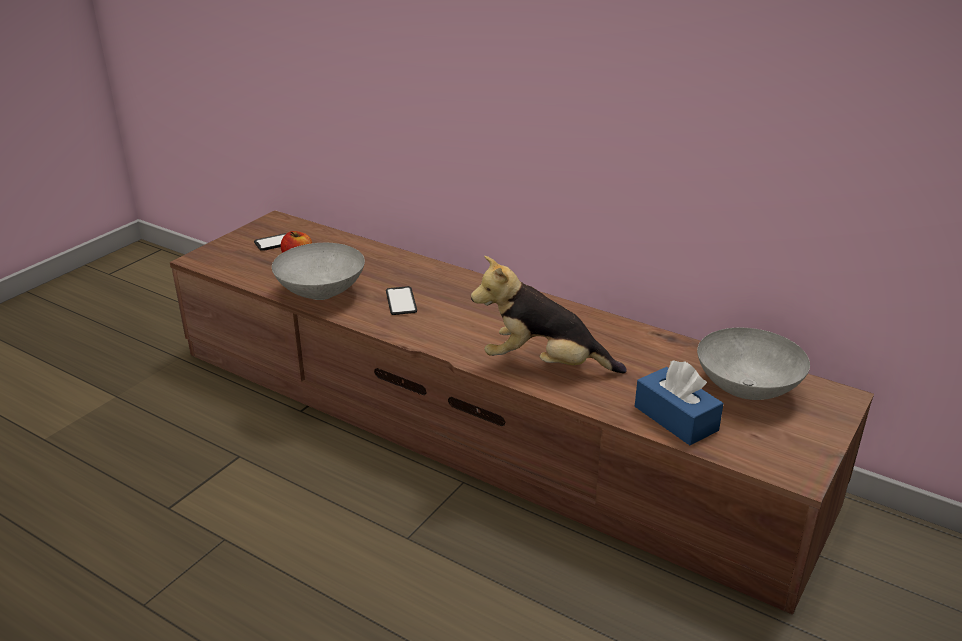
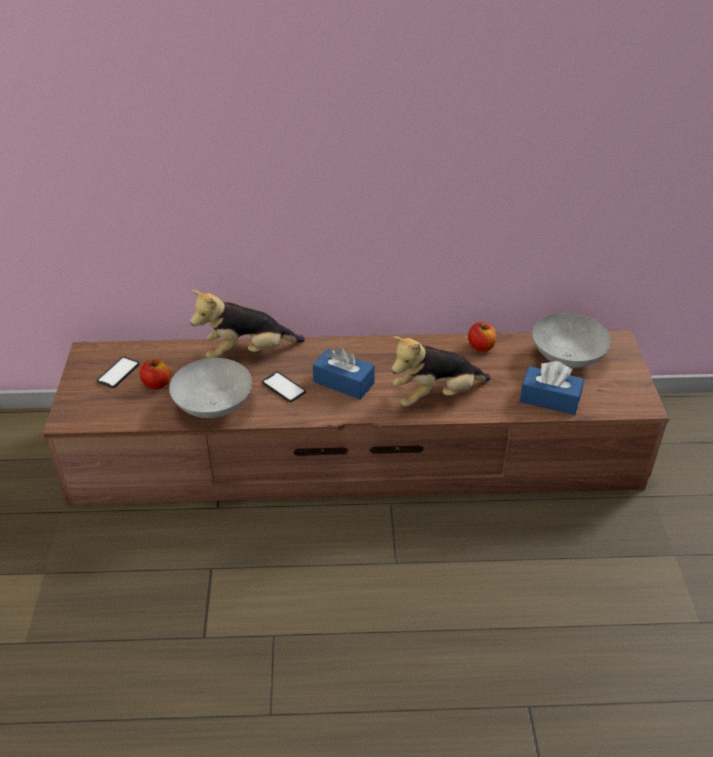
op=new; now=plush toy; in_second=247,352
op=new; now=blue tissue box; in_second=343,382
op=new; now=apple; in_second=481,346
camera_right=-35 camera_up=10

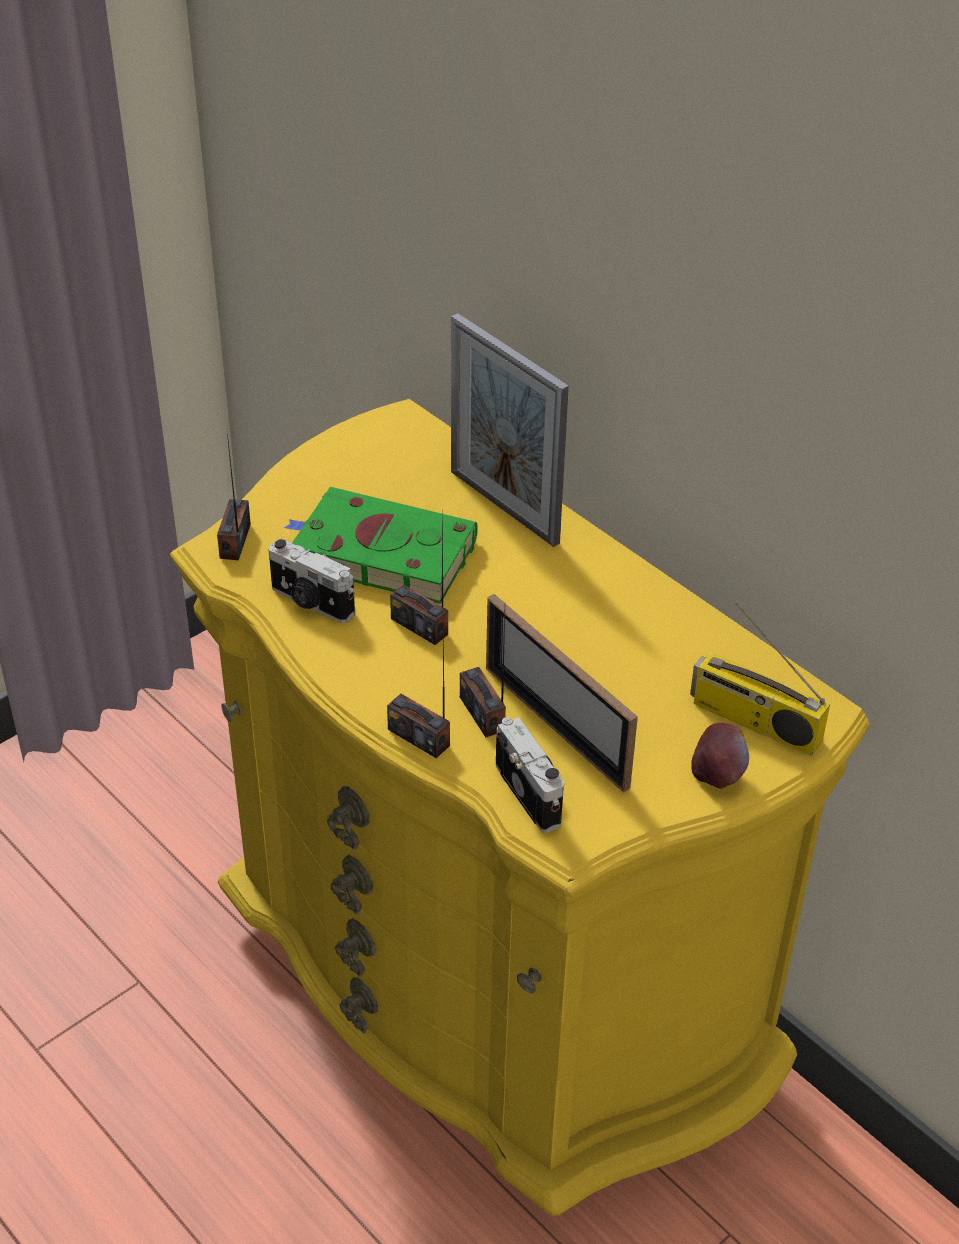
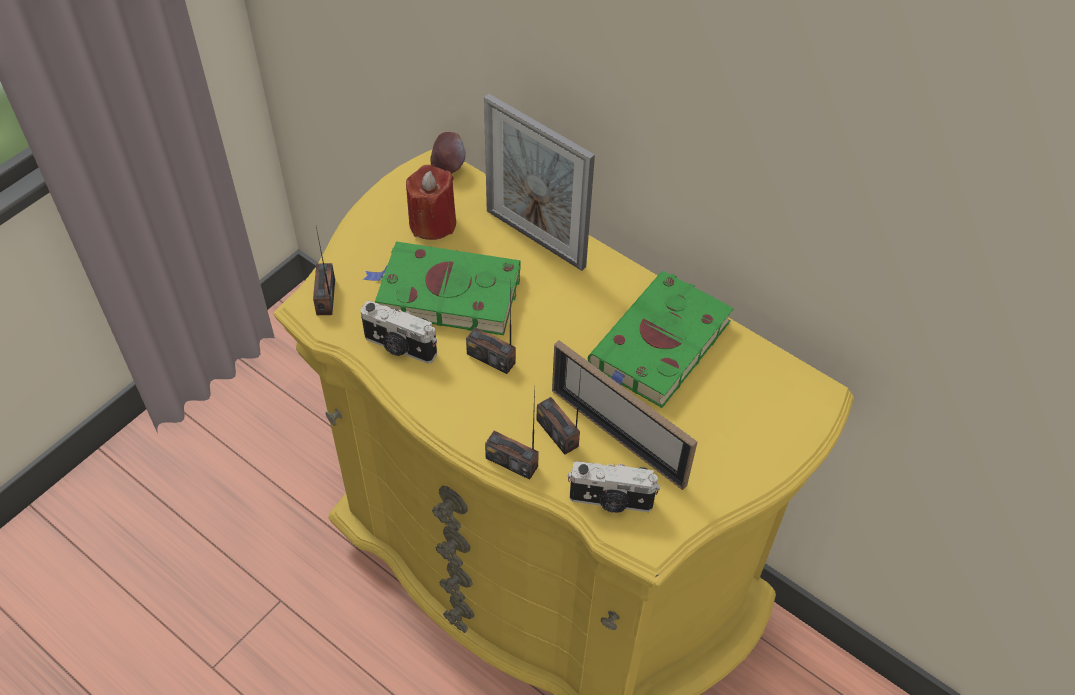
op=gone; was=radio; in_first=753,722
op=new; now=red candle; in_second=432,223
op=new; now=green book; in_second=658,347
op=shifted; was=apple; in_first=717,774; in_second=448,166
op=rotated; was=photo camera; in_first=531,793; in_second=611,501; clockwise=135
camera_right=-10 camera_up=10

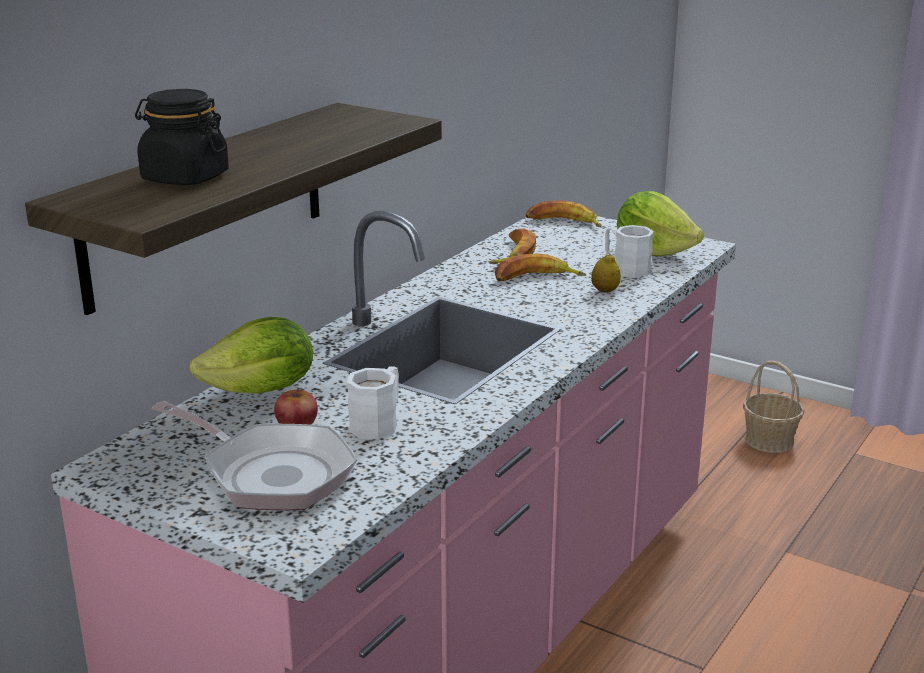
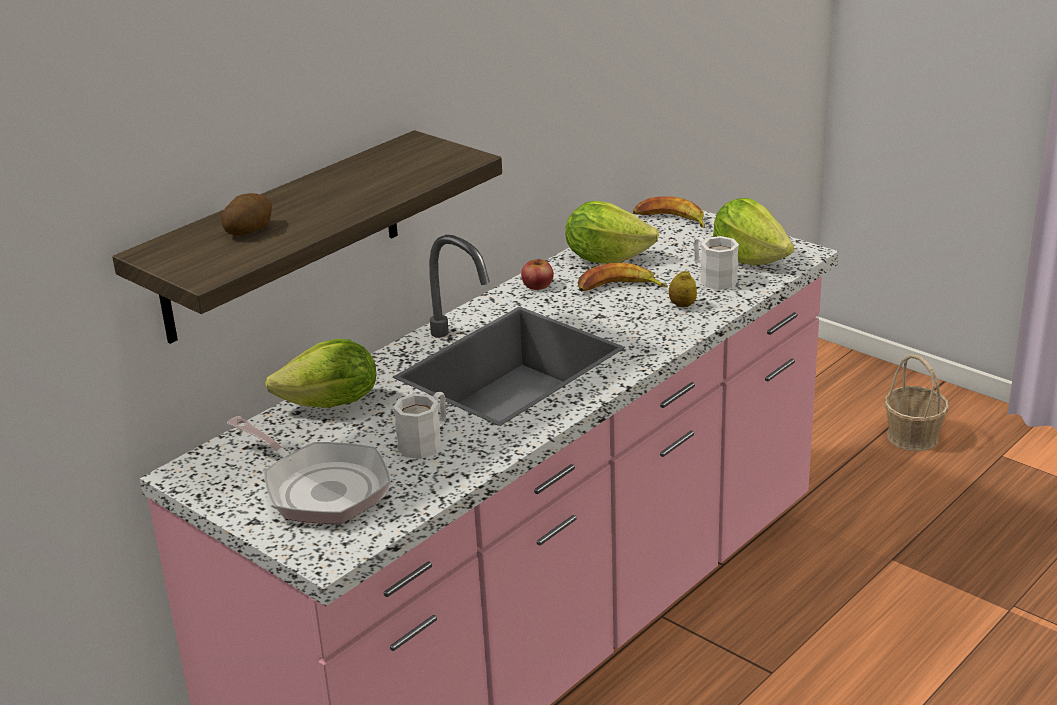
op=shifted; was=apple; in_first=297,423; in_second=537,285
op=swapped; was=black jar; now=potato; in_first=184,178; in_second=249,229
op=swapped; was=banana; now=lettuce; in_first=512,254; in_second=606,258
camera_right=10 camera_up=5

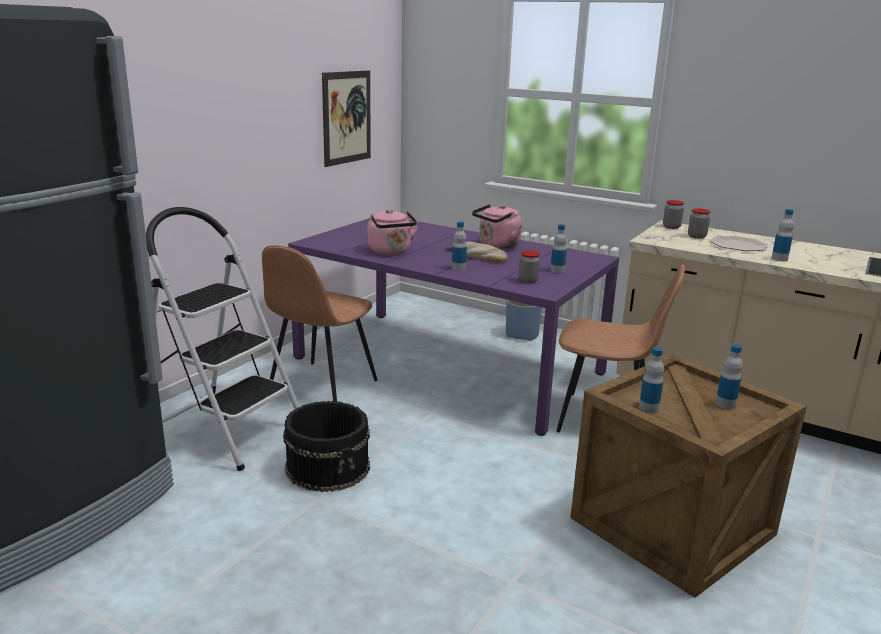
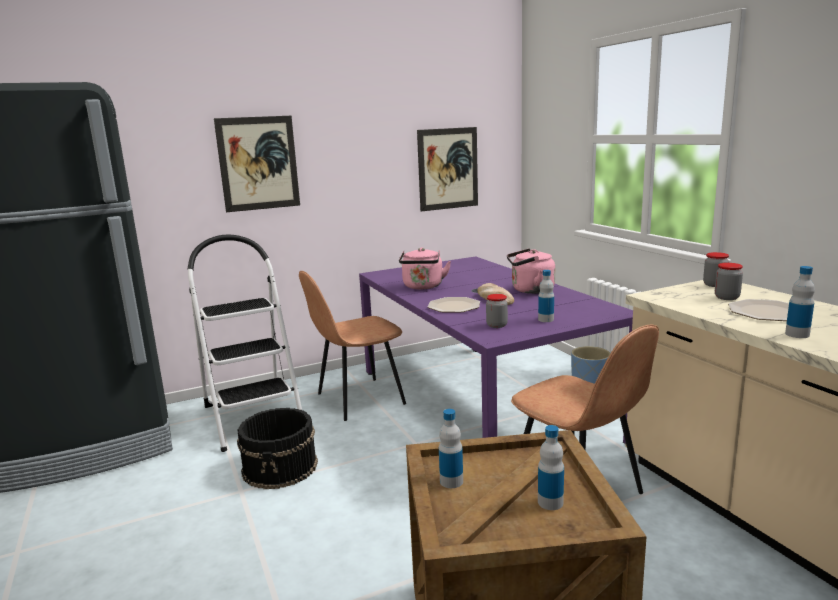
op=new; now=picture; in_second=258,163
op=swapped; was=bottle; now=plate; in_first=458,268; in_second=453,306
camera_right=35 camera_up=-5

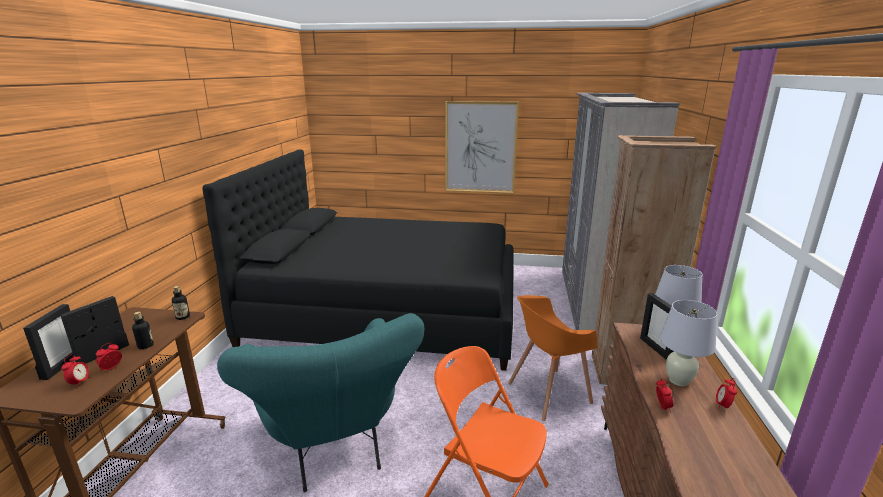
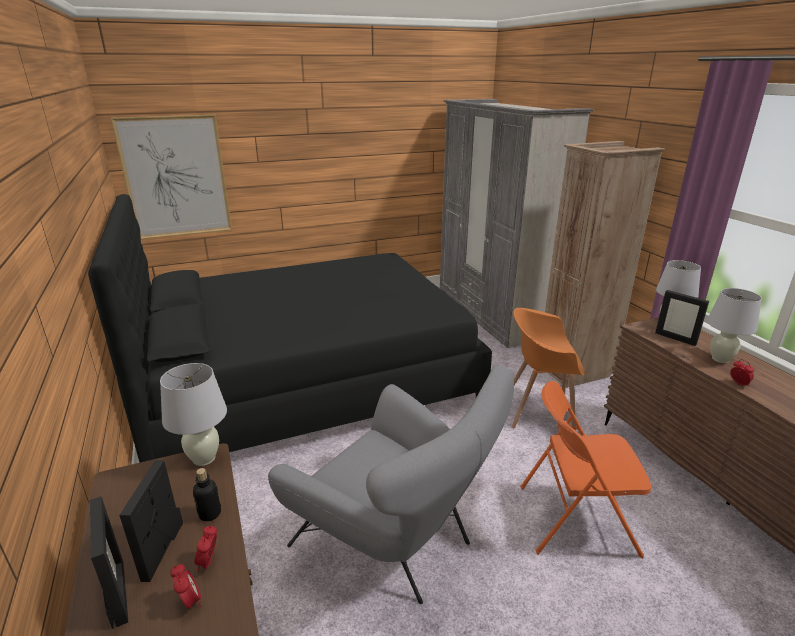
op=gone; was=alarm clock; in_first=722,406
op=shifted; was=picture; in_first=480,148; in_second=176,177
op=swapped; was=bottle; now=white table lamp; in_first=183,317; in_second=203,458
op=repainted; was=turquoise armchair; now=grey armchair; in_first=332,443; in_second=397,540
op=rotated; was=orange chair; in_first=548,394; in_second=538,411; clockwise=60
camera_right=-30 camera_up=5

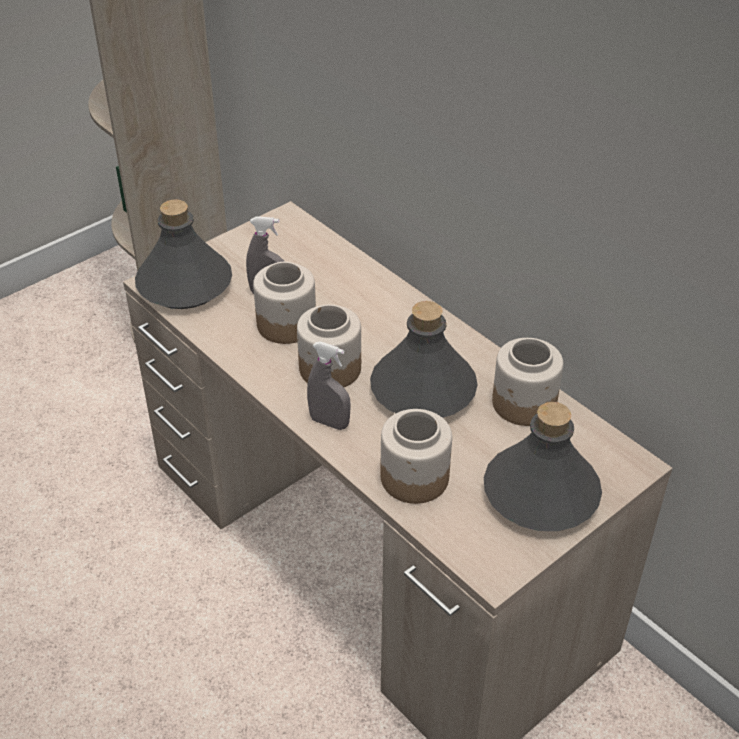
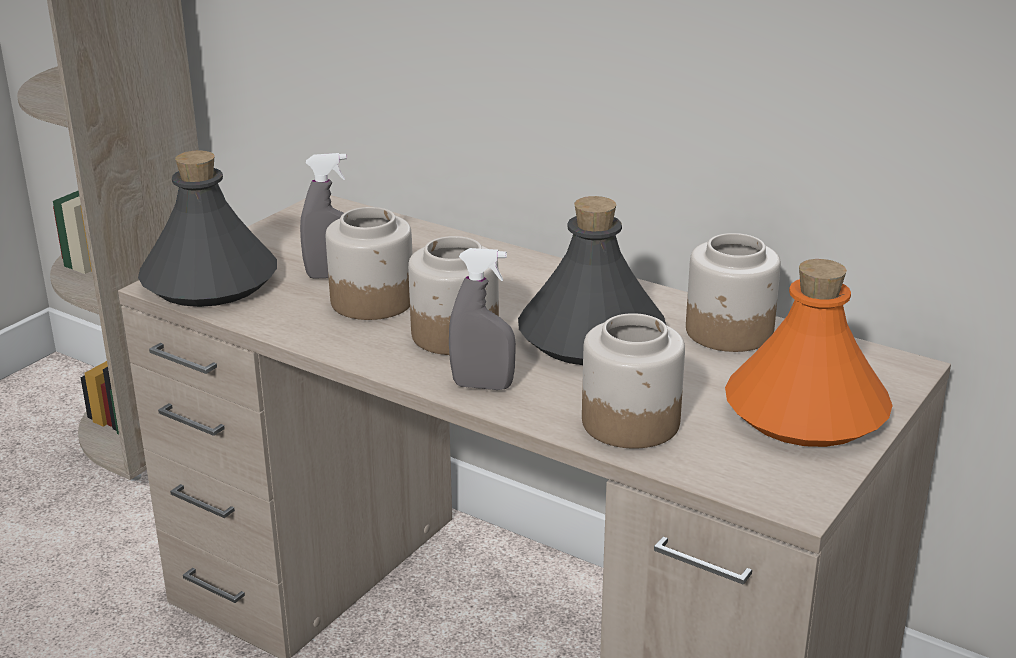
op=repainted; was=grey bottle; now=orange bottle; in_first=541,494; in_second=807,412
camera_right=-15 camera_up=-15

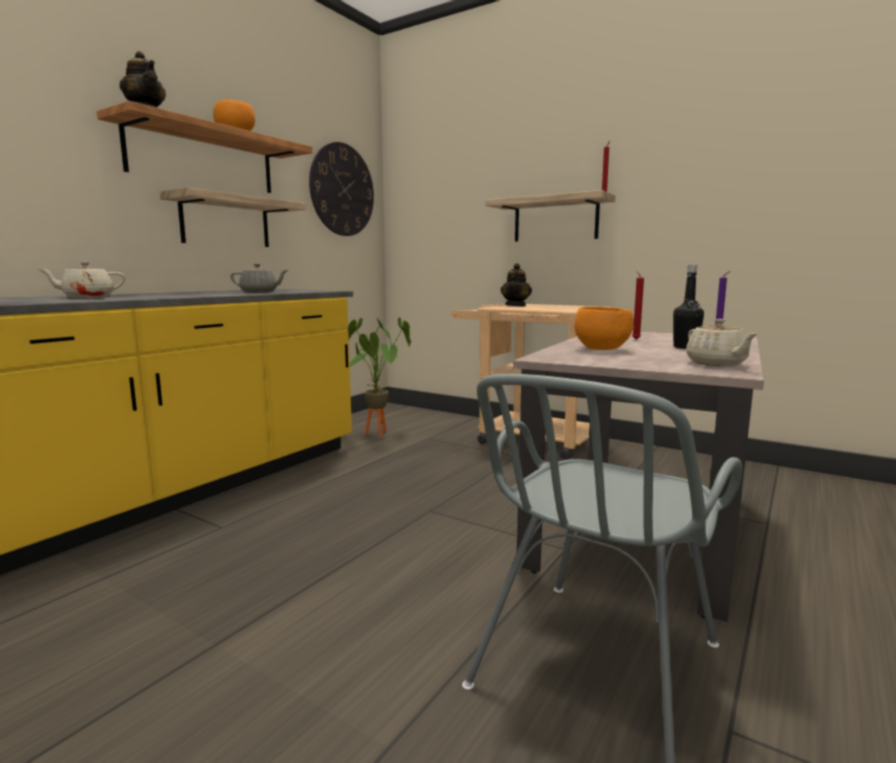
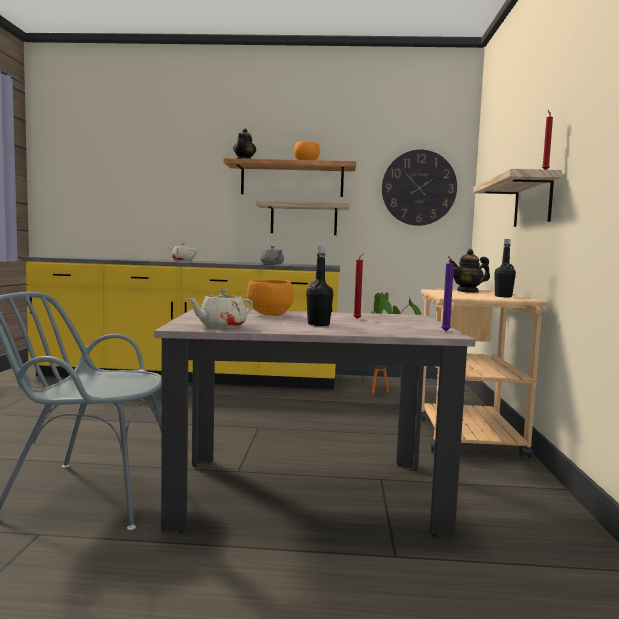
op=new; now=black bottle; in_second=503,296
camera_right=60 camera_up=-5

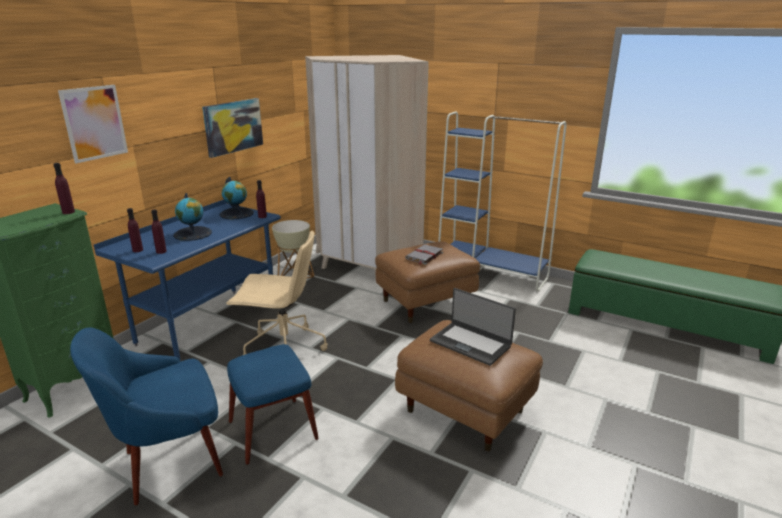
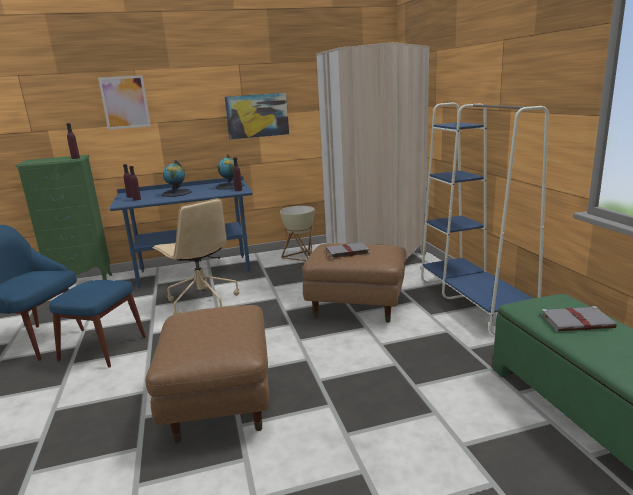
op=gone; was=laptop; in_first=471,343
op=new; now=grey book; in_second=578,321
camera_right=45 camera_up=-5

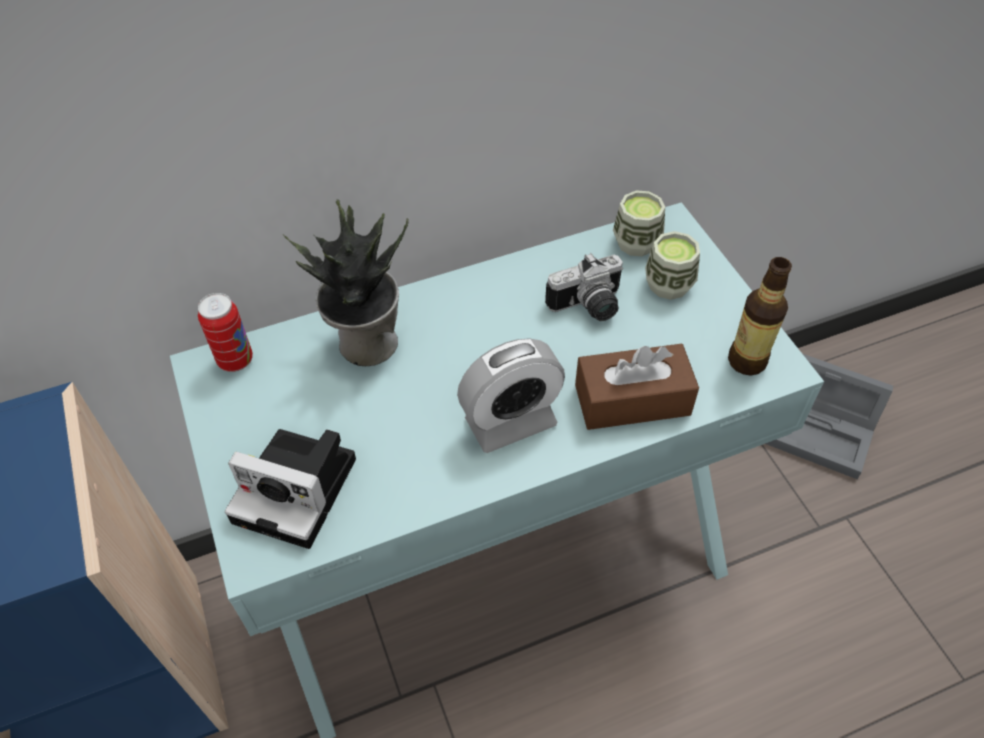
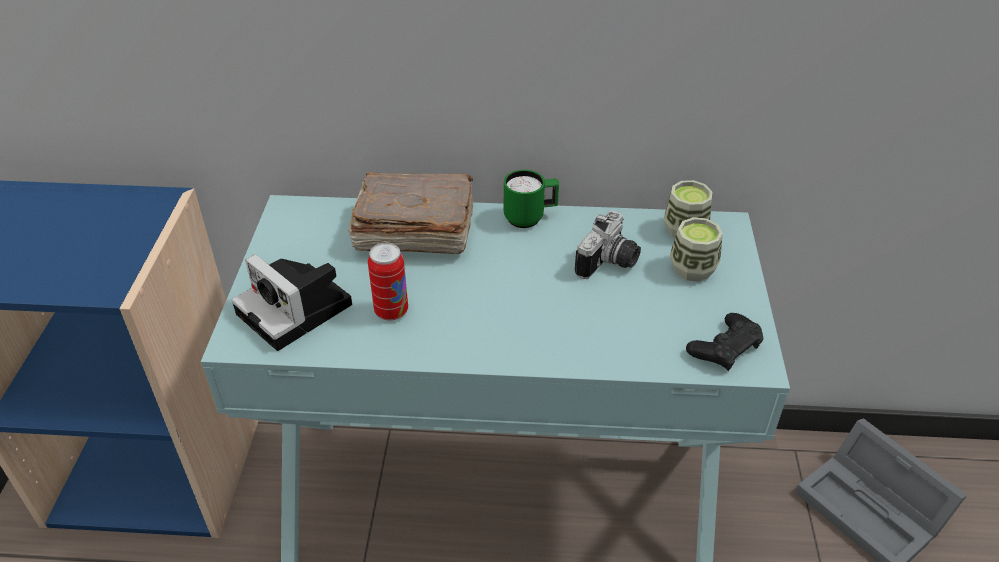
op=gone; was=alarm clock; in_first=511,422
op=gone; was=brown tissue box; in_first=632,400
op=new; now=green mug; in_second=530,218
op=shifted; was=can; in_first=235,360; in_second=391,311
op=swapped; was=potted plant; now=brown book; in_first=365,343; in_second=413,231
op=swapped; was=bottle; now=black game controller; in_first=747,361; in_second=725,348
op=rotated; was=photo camera; in_first=589,307; in_second=610,263; clockwise=-60
camera_right=25 camera_up=-10

